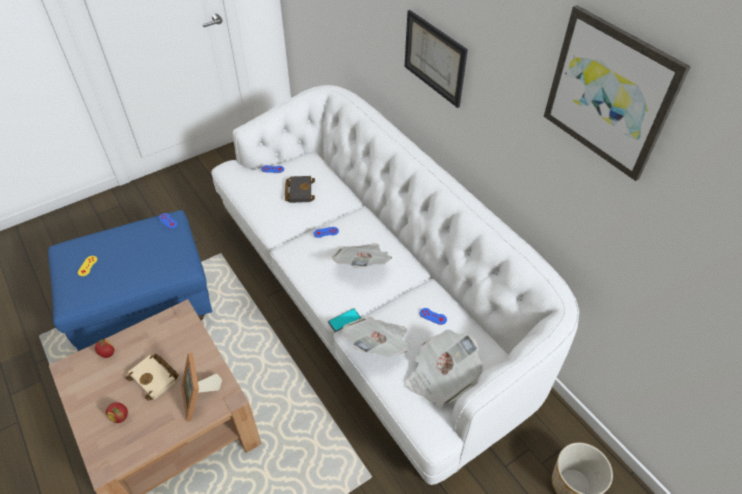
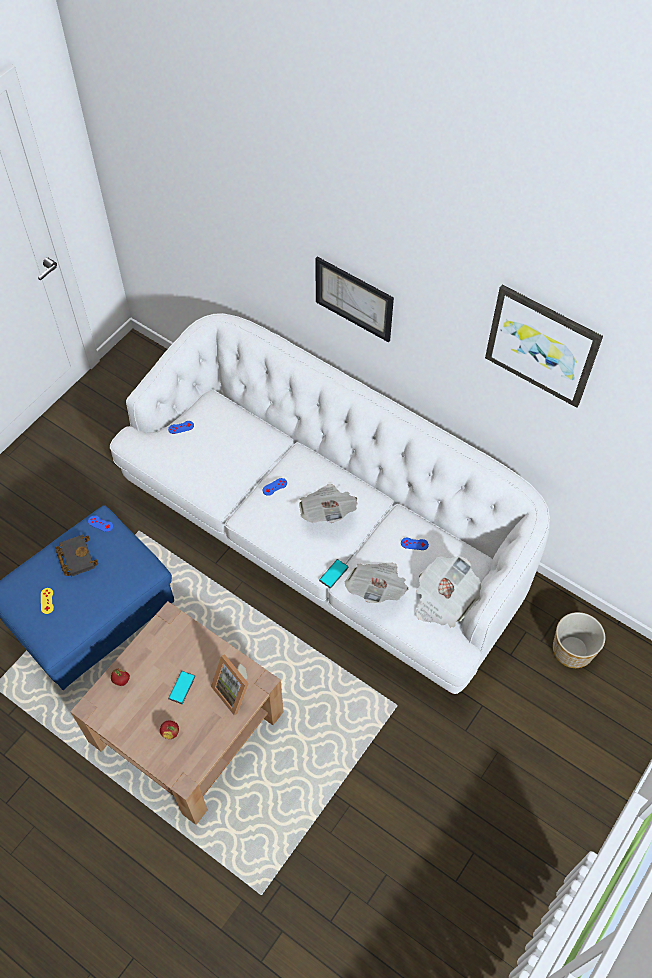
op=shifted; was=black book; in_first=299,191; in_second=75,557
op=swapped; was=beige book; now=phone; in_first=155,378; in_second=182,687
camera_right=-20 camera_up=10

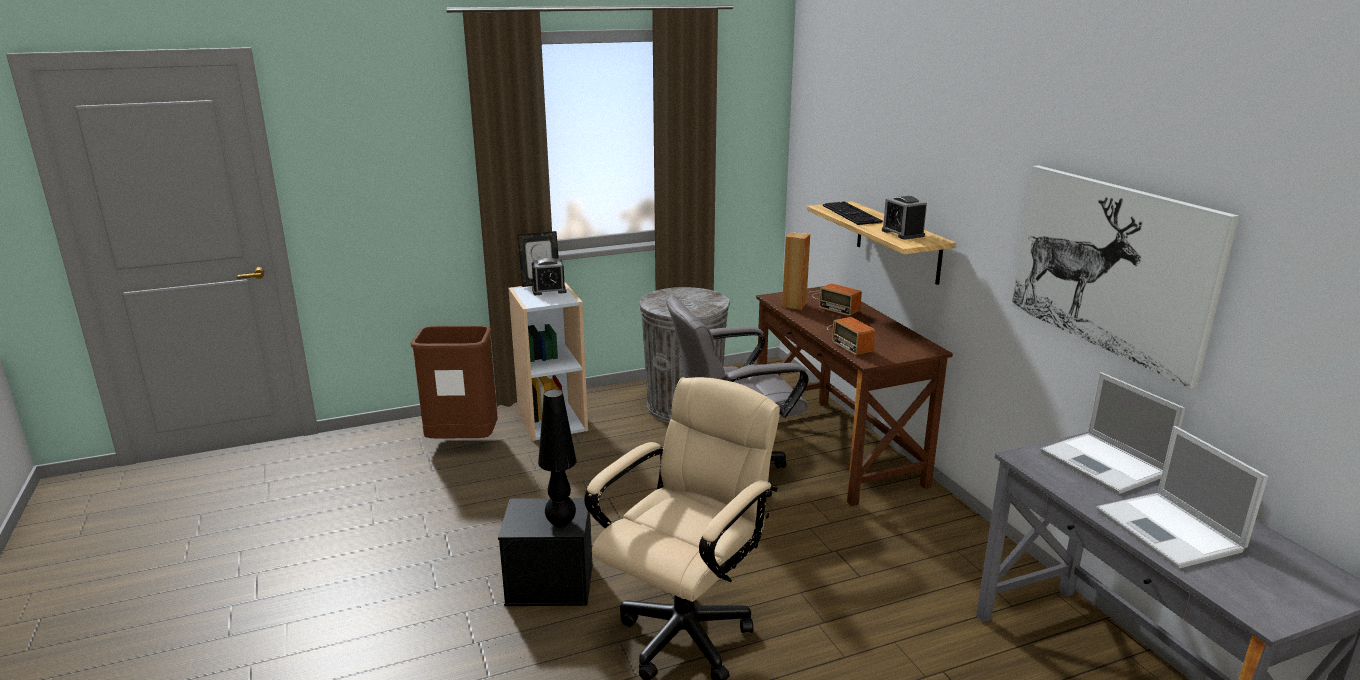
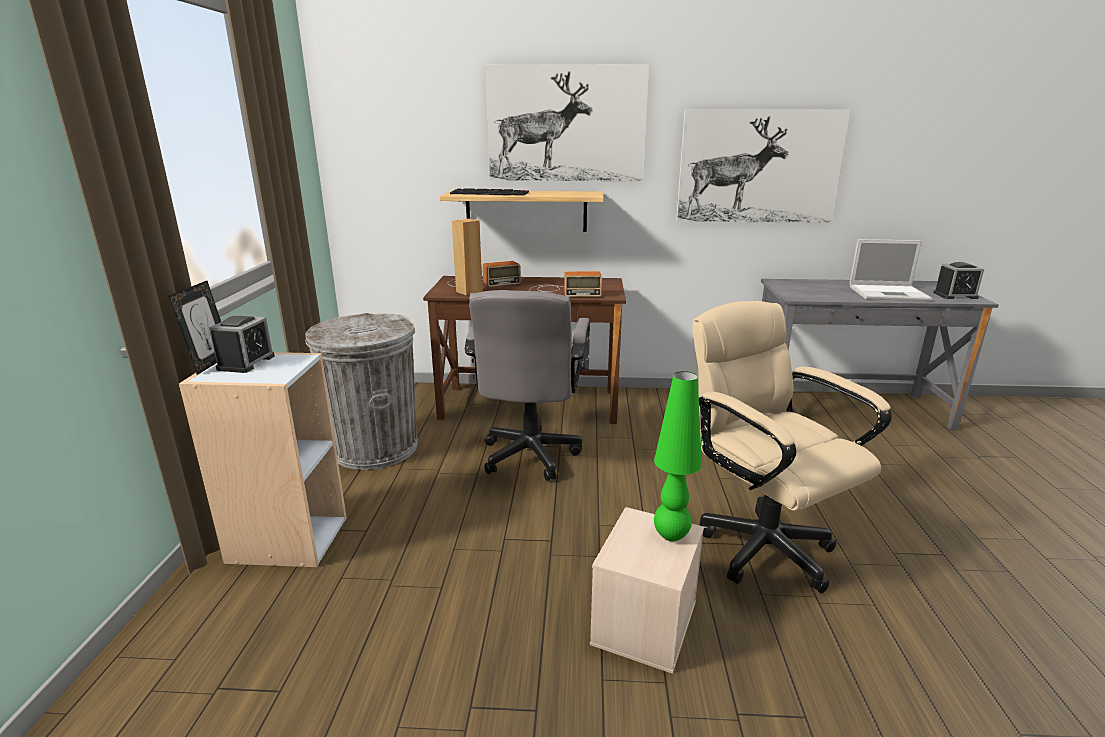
op=gone; was=brown trash can; in_first=463,442
op=gone; was=laptop; in_first=1105,464
op=new; now=picture; in_second=566,124
op=shifted; was=alarm clock; in_first=902,233; in_second=955,295
op=repainted; was=black storage box; now=beige storage box; in_first=551,583; in_second=643,621
op=repainted; was=black table lamp; now=green table lamp; in_first=561,523; in_second=671,536
camera_right=-65 camera_up=0

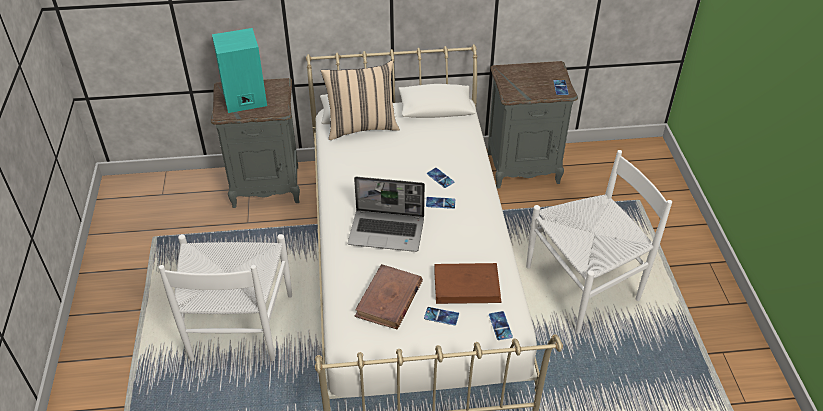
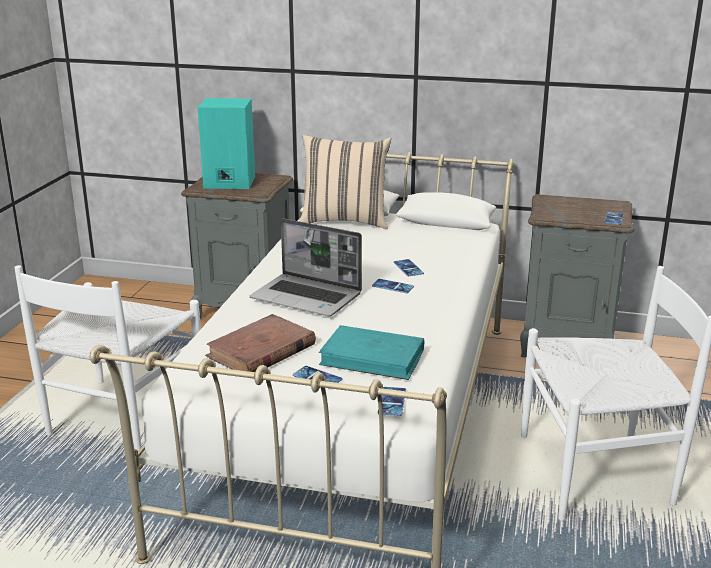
op=repainted; was=brown book; now=turquoise book; in_first=467,286; in_second=373,357
camera_right=20 camera_up=-20

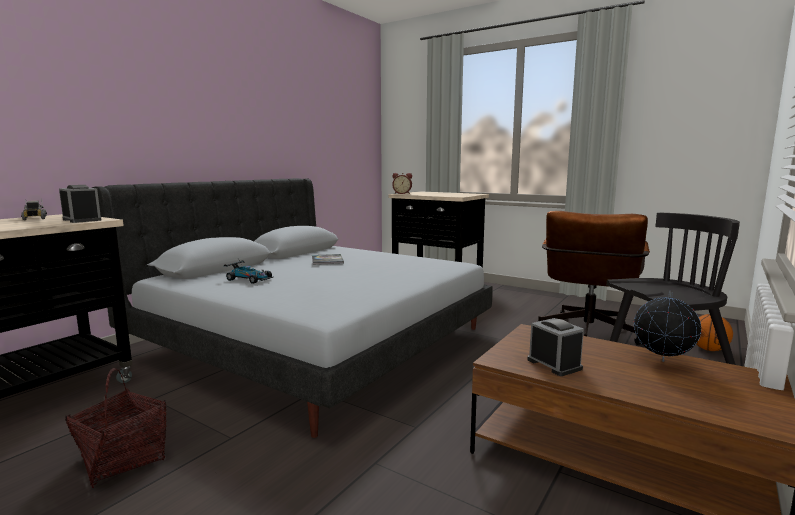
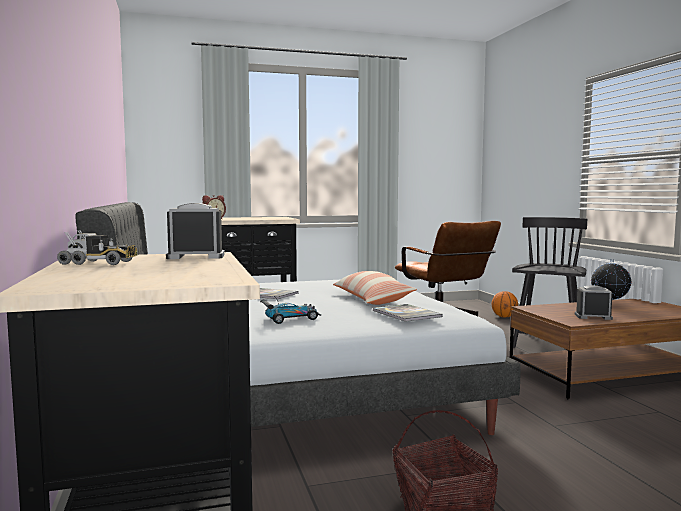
op=new; now=pillow; in_second=371,299
op=new; now=book; in_second=406,314
camera_right=-50 camera_up=-5

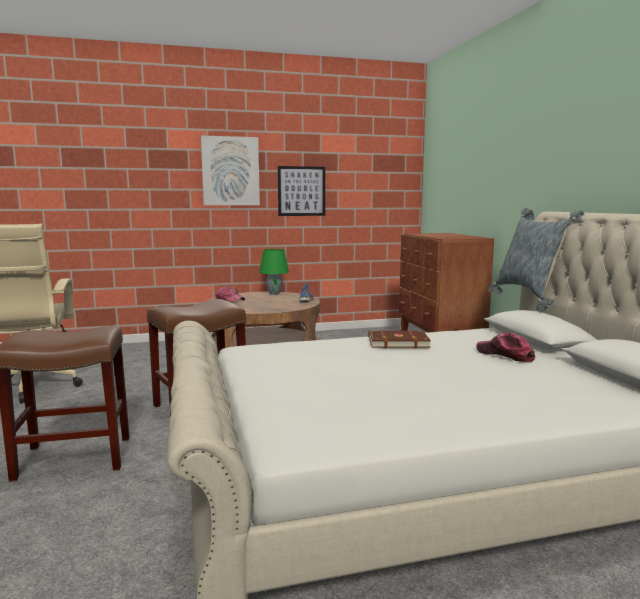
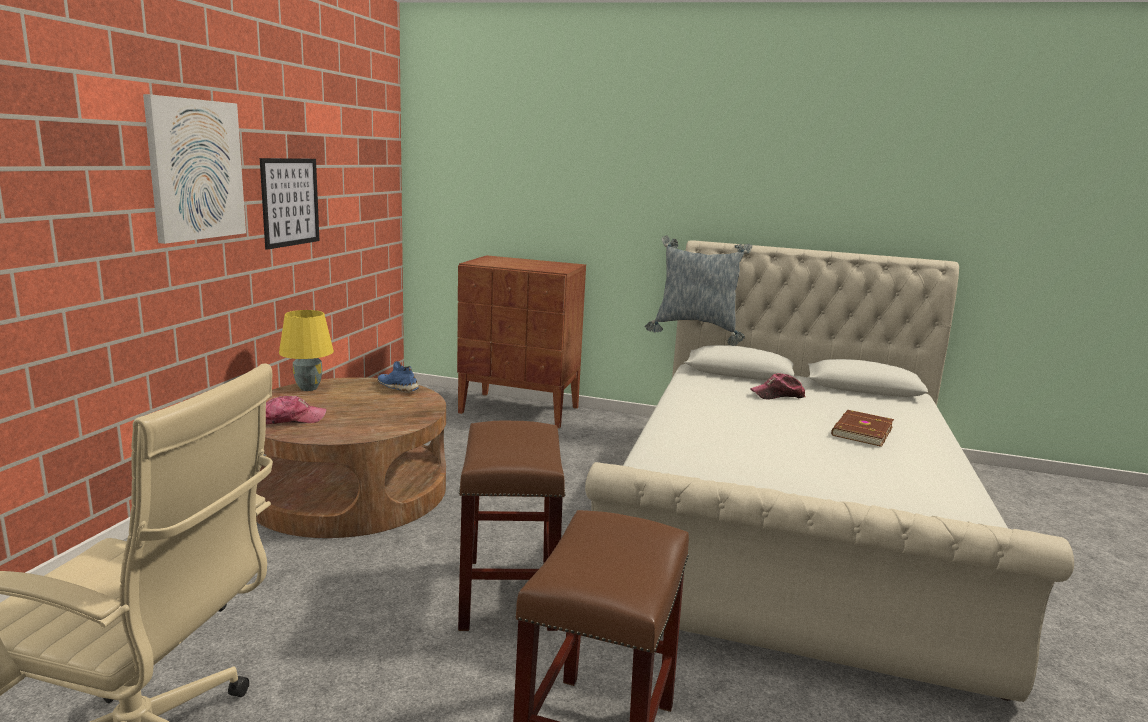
op=shifted; was=brown book; in_first=397,342; in_second=860,431
op=repainted; was=green table lamp; now=yellow table lamp; in_first=274,293; in_second=308,388
camera_right=-60 camera_up=5

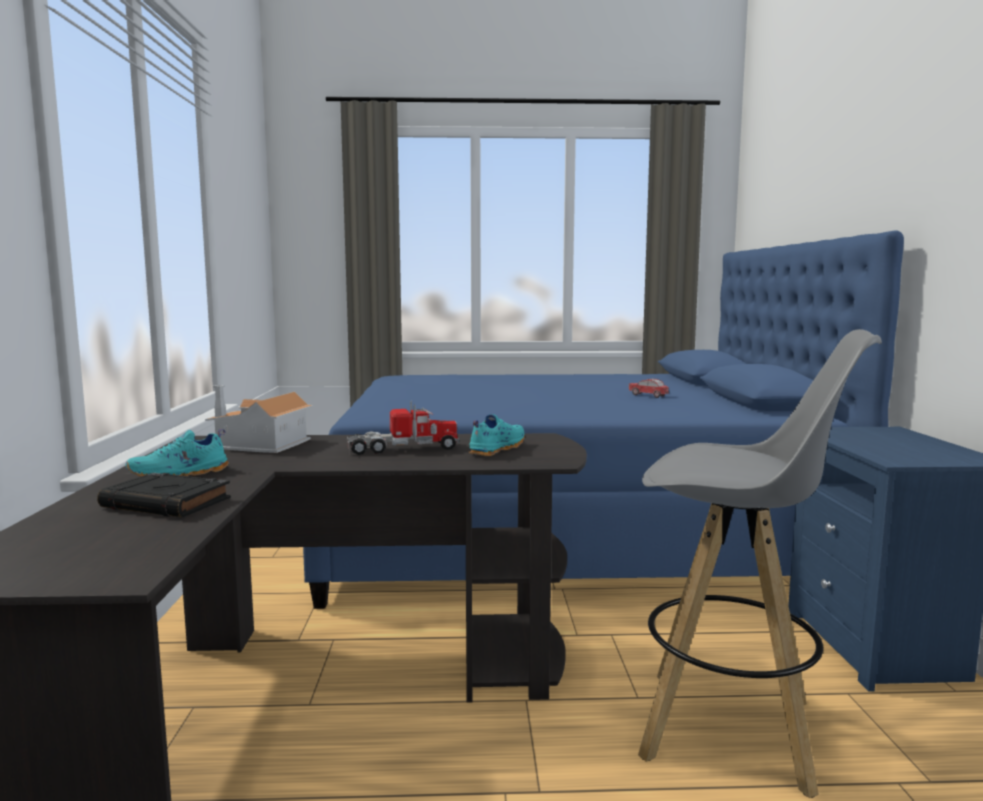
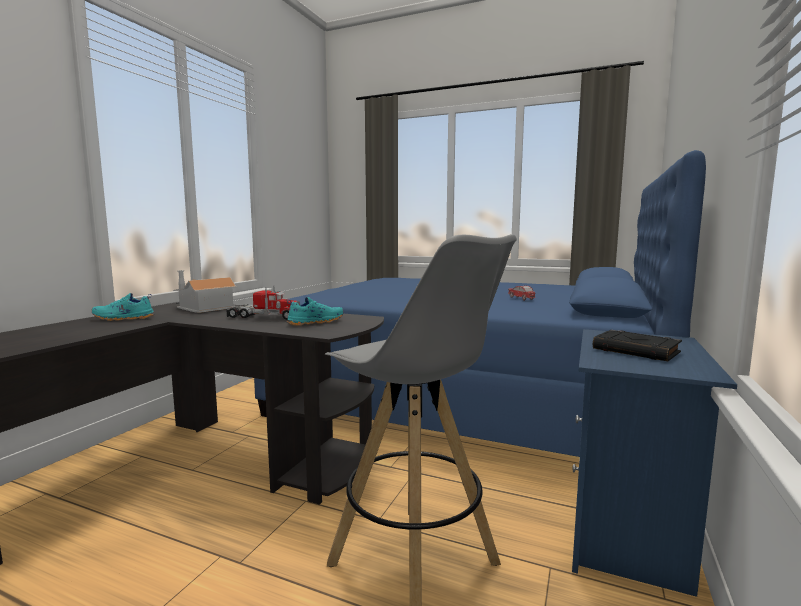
op=shifted; was=black book; in_first=168,503; in_second=637,351
camera_right=25 camera_up=0

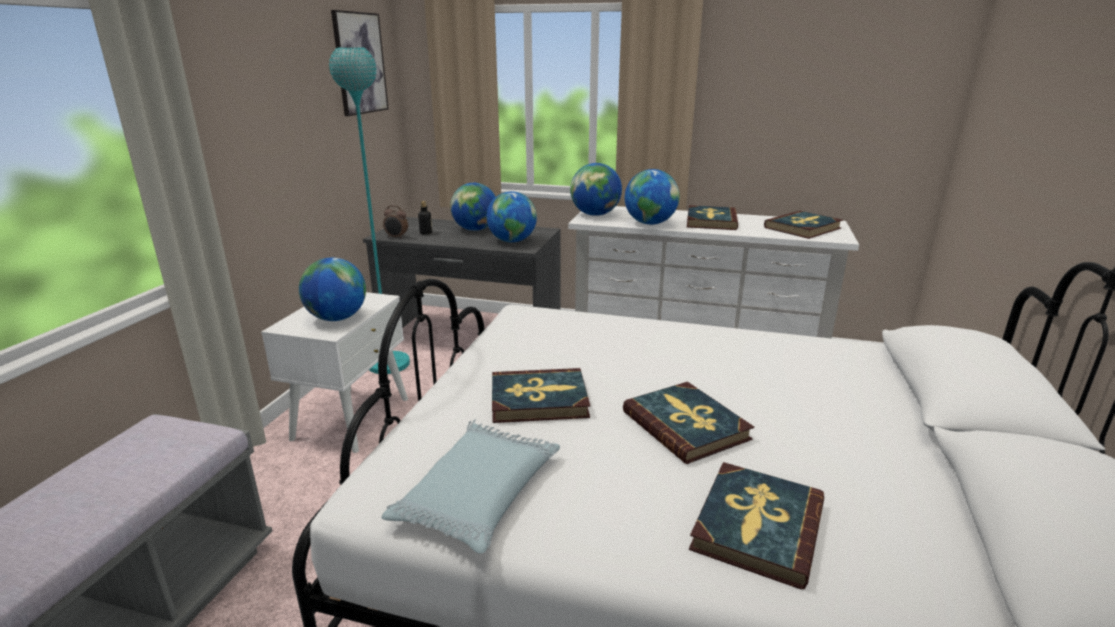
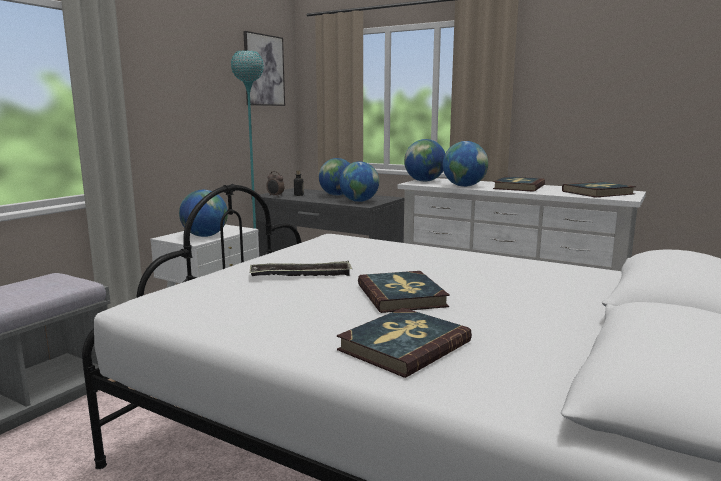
op=gone; was=blue pillow; in_first=477,491
op=swapped; was=book; now=tray; in_first=539,399; in_second=301,275
camera_right=15 camera_up=-10

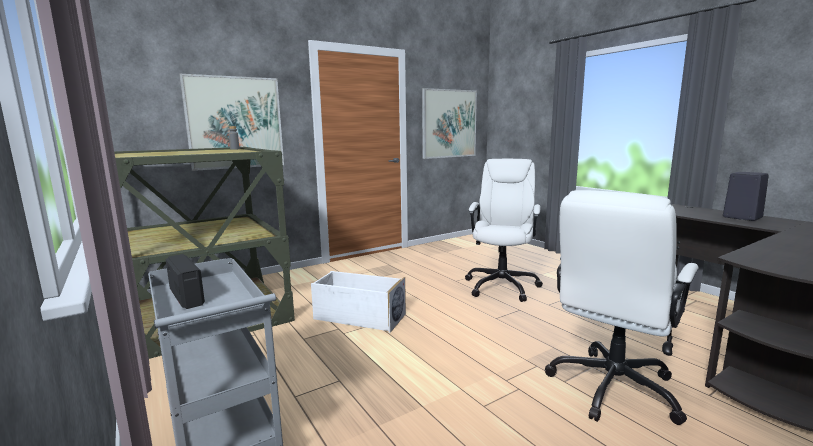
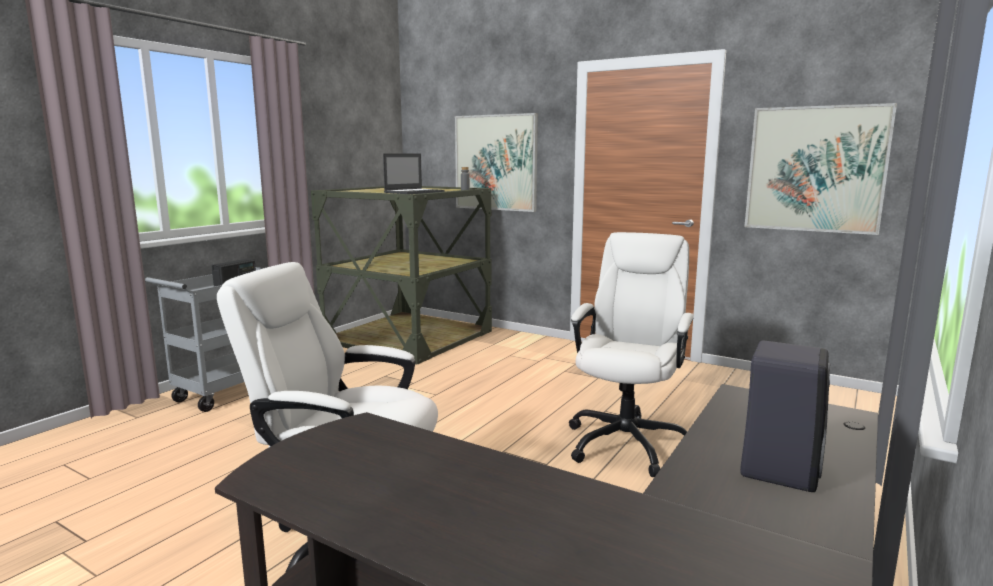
op=gone; was=white storage box; in_first=359,317
op=new; now=laptop; in_second=414,192
op=rotated; was=white office chair; in_first=501,285; in_second=627,442; clockwise=-60
camera_right=65 camera_up=0

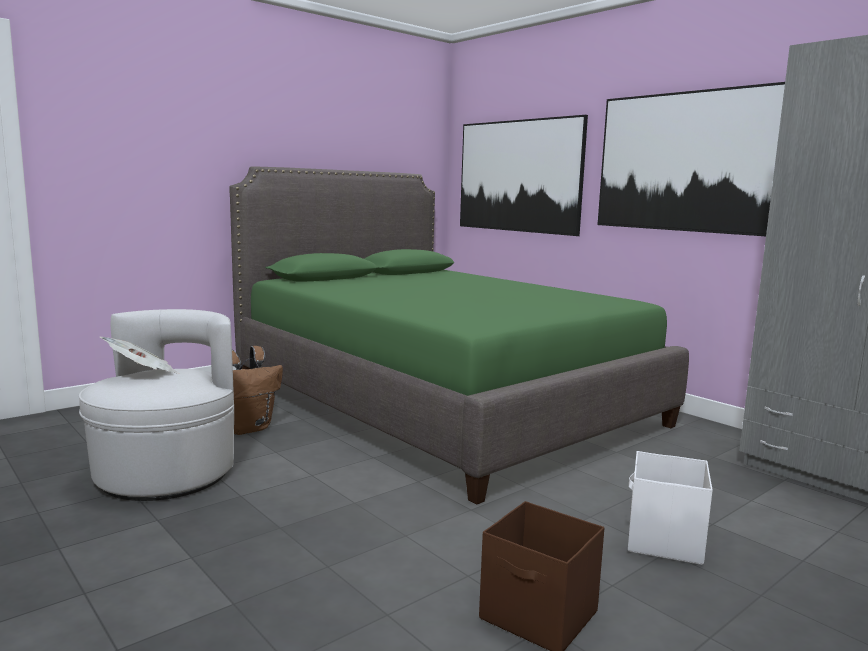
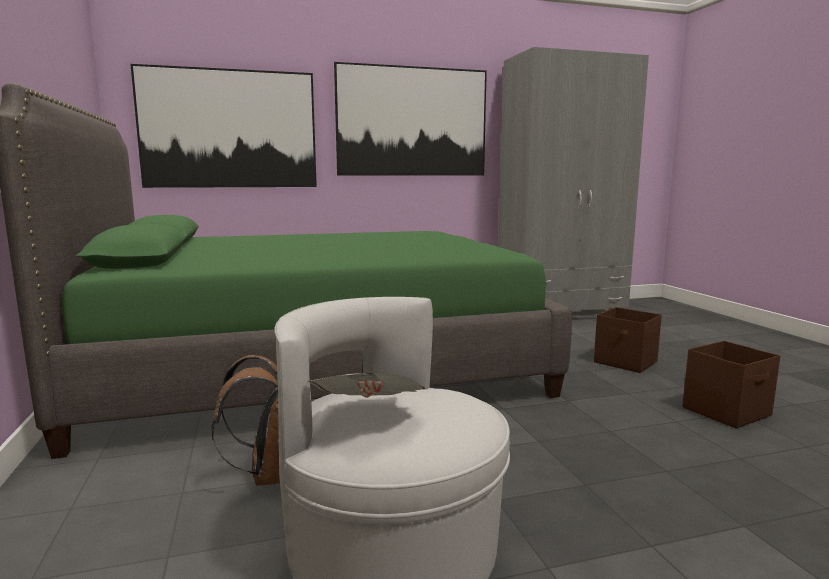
op=repainted; was=white storage box; now=brown storage box; in_first=663,541; in_second=626,362
camera_right=-65 camera_up=0

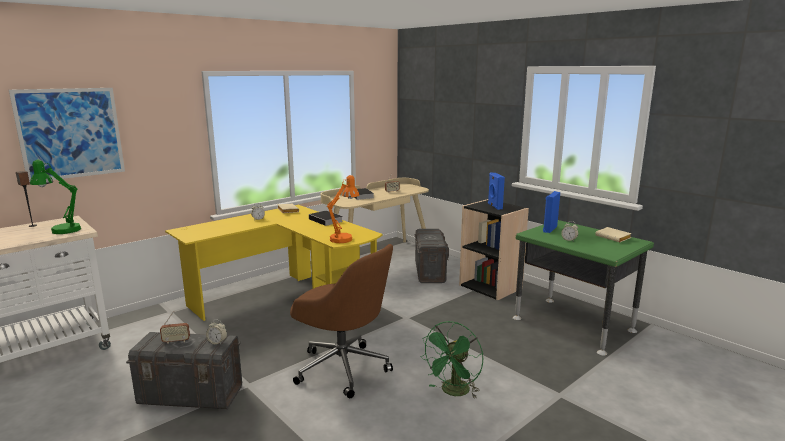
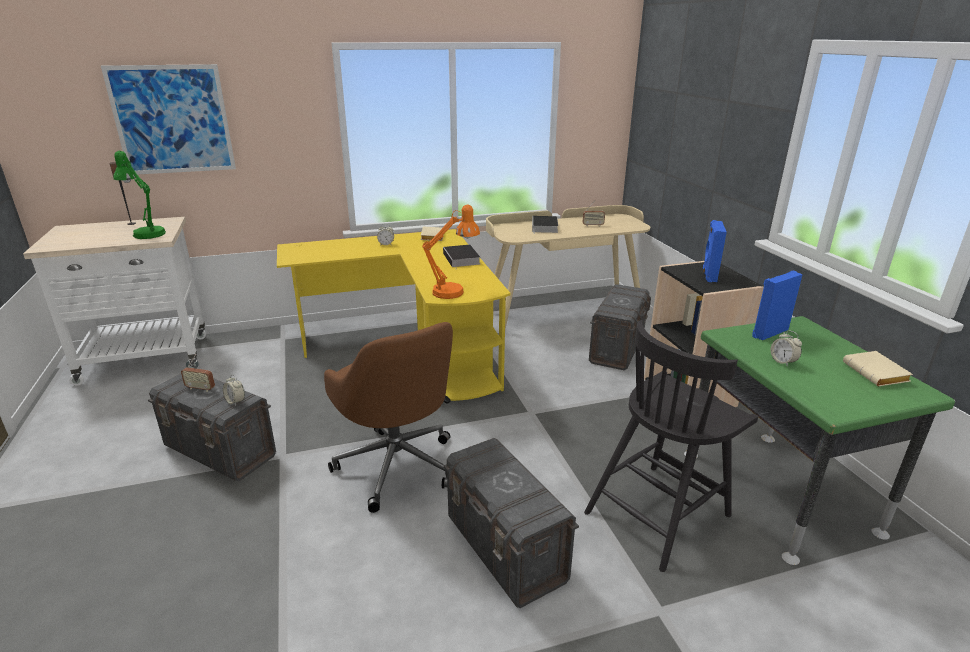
op=new; now=black chair; in_second=659,512
op=swapped; was=green fan; now=grey storage box; in_first=453,392; in_second=505,549
camera_right=25 camera_up=10

